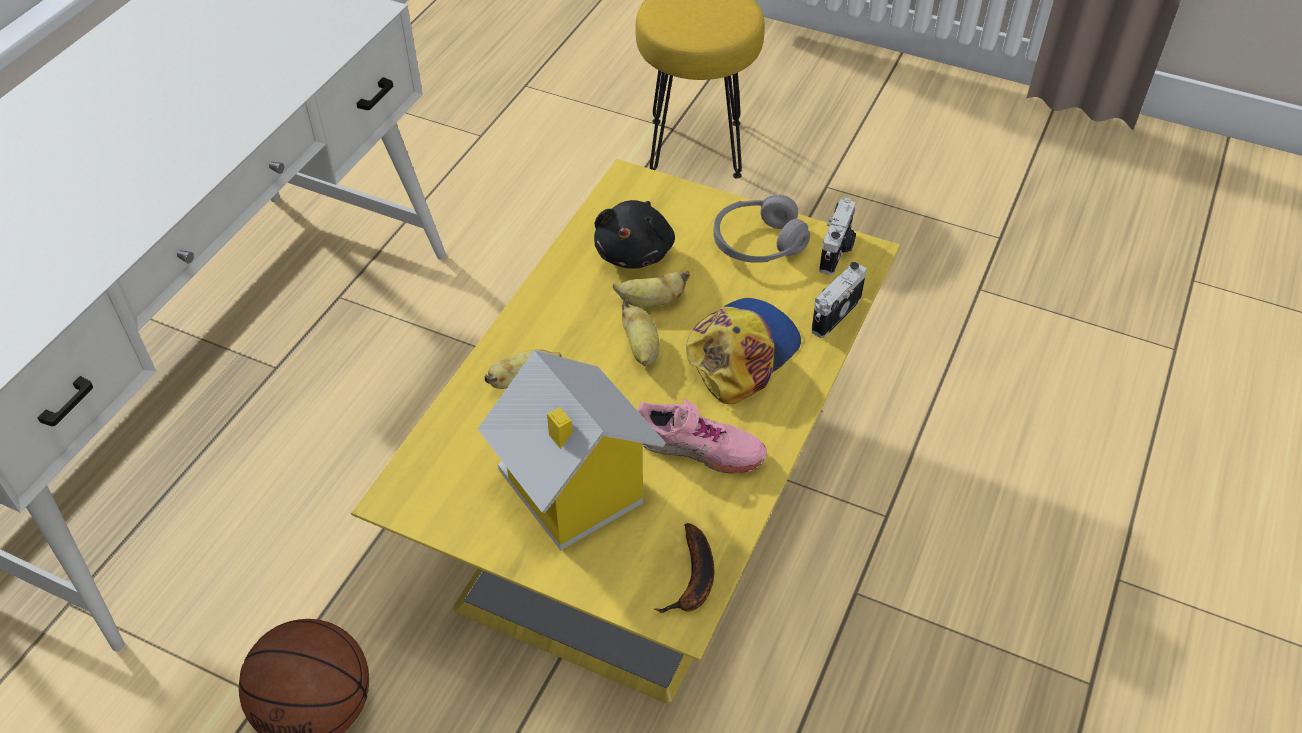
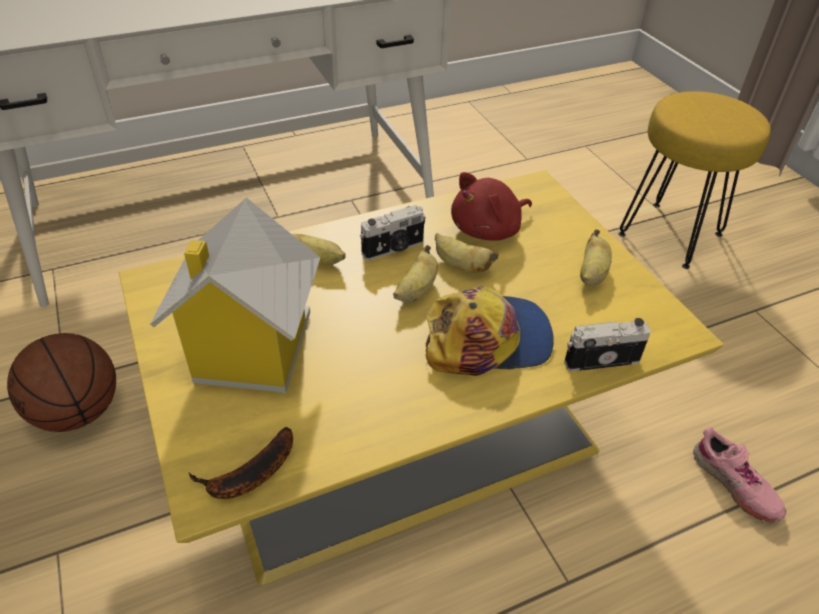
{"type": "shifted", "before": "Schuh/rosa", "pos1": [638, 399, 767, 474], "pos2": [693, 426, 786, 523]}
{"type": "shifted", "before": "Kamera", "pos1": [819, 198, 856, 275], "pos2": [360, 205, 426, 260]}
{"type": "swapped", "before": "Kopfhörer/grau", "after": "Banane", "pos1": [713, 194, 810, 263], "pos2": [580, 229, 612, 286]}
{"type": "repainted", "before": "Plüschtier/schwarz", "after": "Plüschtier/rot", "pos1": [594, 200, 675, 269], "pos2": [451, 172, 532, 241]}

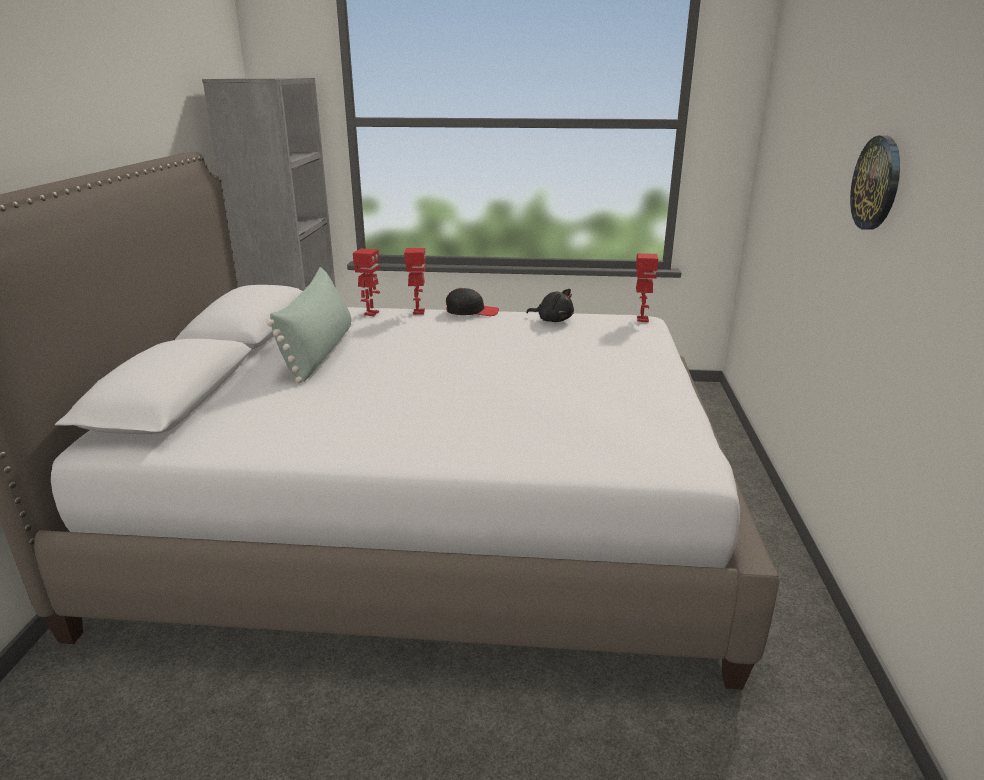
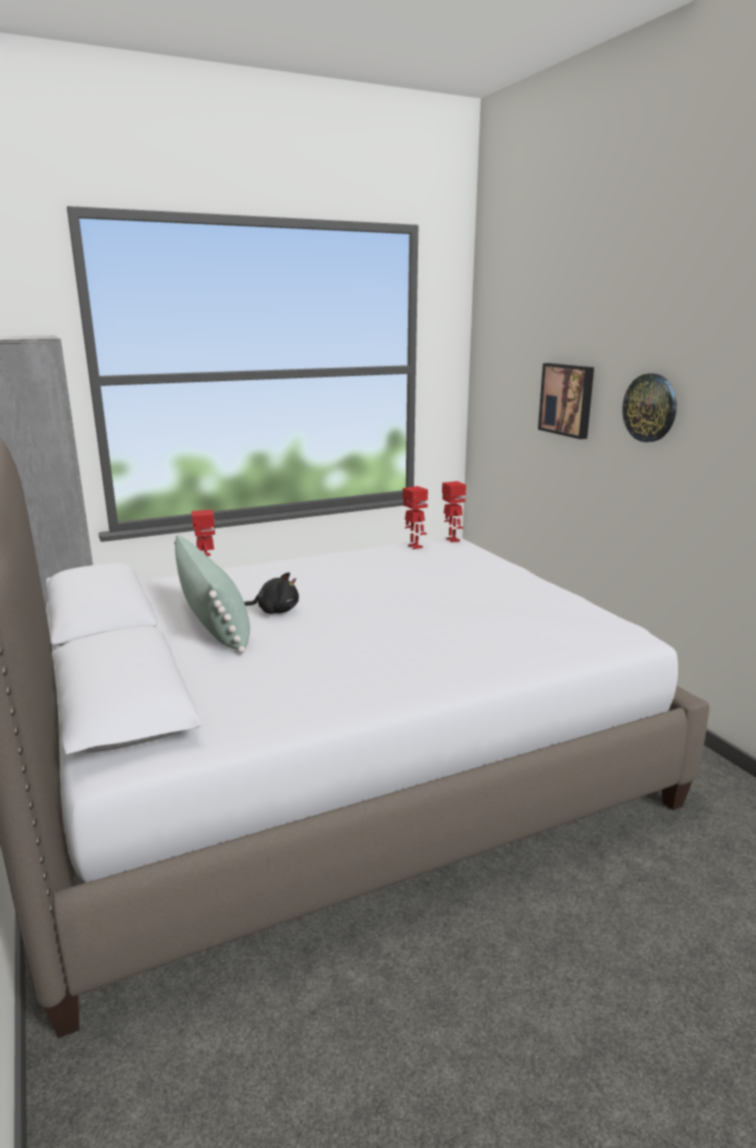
{"type": "gone", "before": "Kappe/schwarz", "pos1": [446, 288, 499, 316]}
{"type": "new", "after": "Bild", "pos2": [538, 363, 594, 439]}
{"type": "shifted", "before": "Spielzeugroboter", "pos1": [404, 248, 426, 315], "pos2": [403, 486, 428, 549]}
{"type": "shifted", "before": "Plüschtier/schwarz", "pos1": [526, 289, 574, 322], "pos2": [244, 572, 299, 614]}

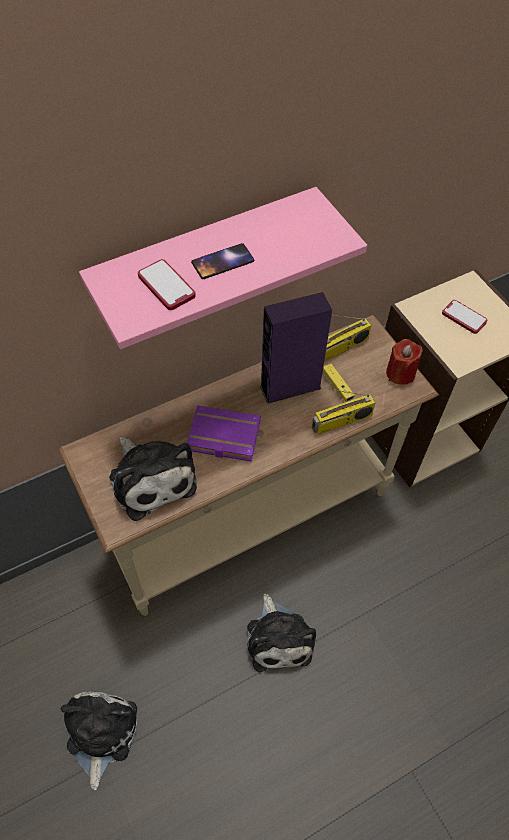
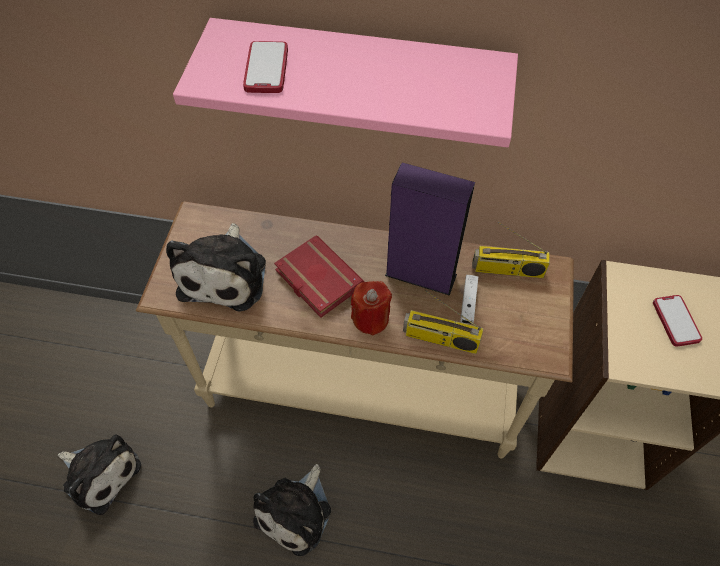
{"type": "gone", "before": "Handy", "pos1": [191, 243, 254, 279]}
{"type": "shifted", "before": "Kerze/rot", "pos1": [386, 339, 423, 385], "pos2": [351, 281, 392, 336]}
{"type": "repainted", "before": "Buch/lila", "after": "Buch/rot", "pos1": [187, 405, 261, 462], "pos2": [274, 235, 365, 318]}
{"type": "repainted", "before": "Gamepad/gelb", "after": "Gamepad/weiß", "pos1": [323, 364, 355, 401], "pos2": [460, 275, 478, 324]}
{"type": "rotated", "before": "Plüschtier", "pos1": [60, 691, 137, 790], "pos2": [58, 434, 141, 515], "turn": 75}

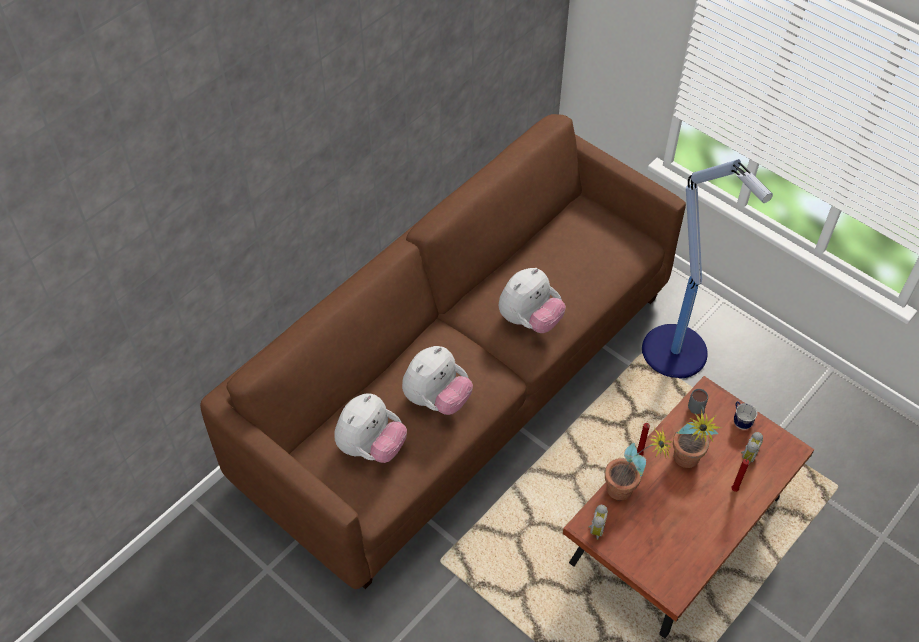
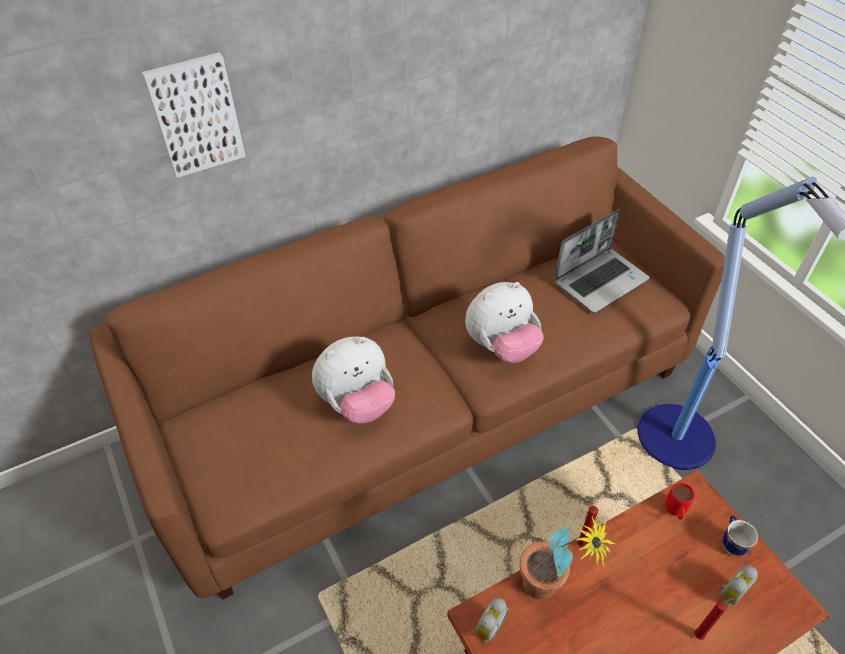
{"type": "gone", "before": "Plüschtier", "pos1": [334, 393, 407, 463]}
{"type": "gone", "before": "Topfpflanze", "pos1": [673, 409, 722, 468]}
{"type": "new", "after": "Bild", "pos2": [142, 52, 246, 178]}
{"type": "new", "after": "Laptop", "pos2": [554, 209, 650, 313]}
{"type": "repainted", "before": "Henkelbecher/grau", "after": "Henkelbecher/rot", "pos1": [688, 389, 708, 415], "pos2": [665, 483, 695, 520]}

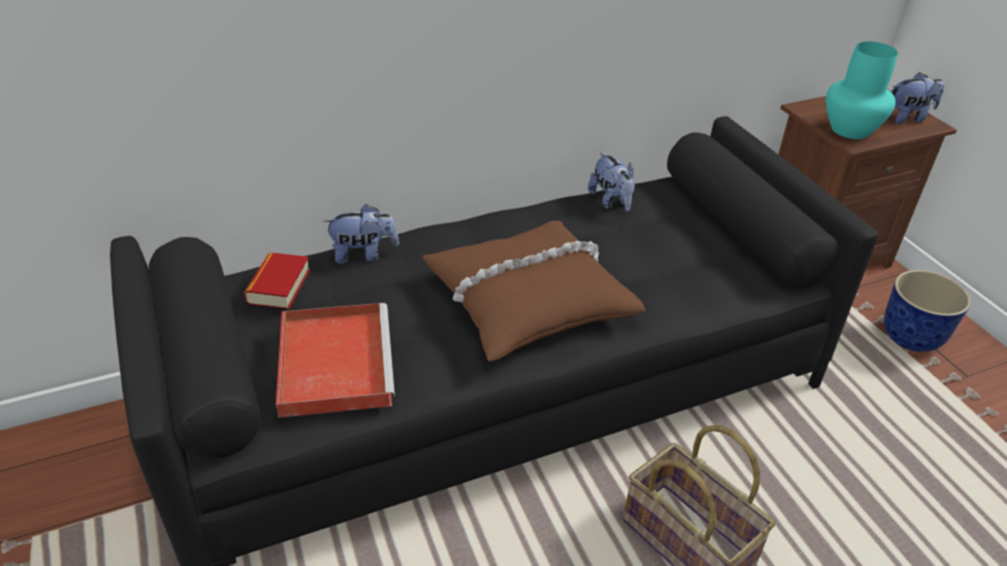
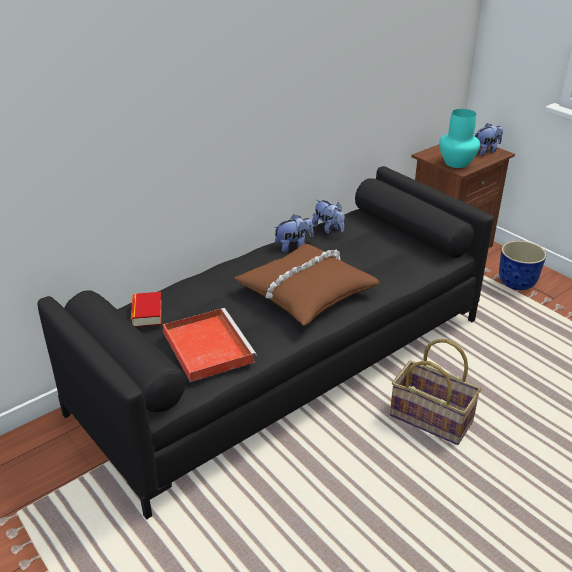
{"type": "shifted", "before": "Plüschtier", "pos1": [323, 204, 399, 264], "pos2": [274, 215, 313, 252]}

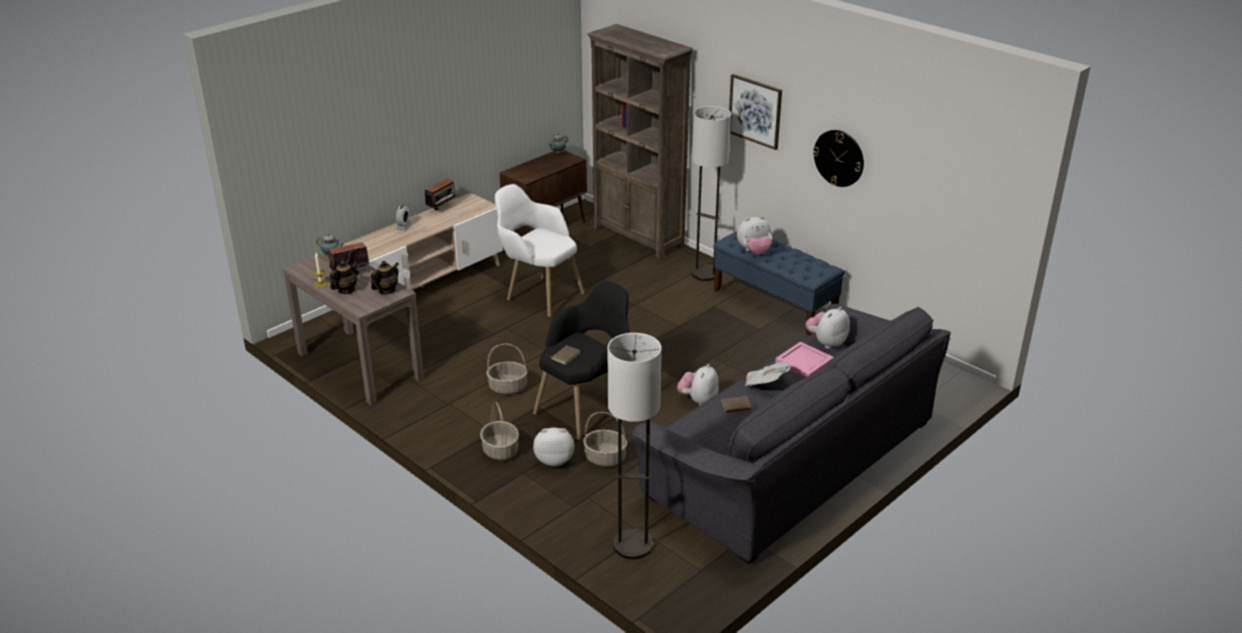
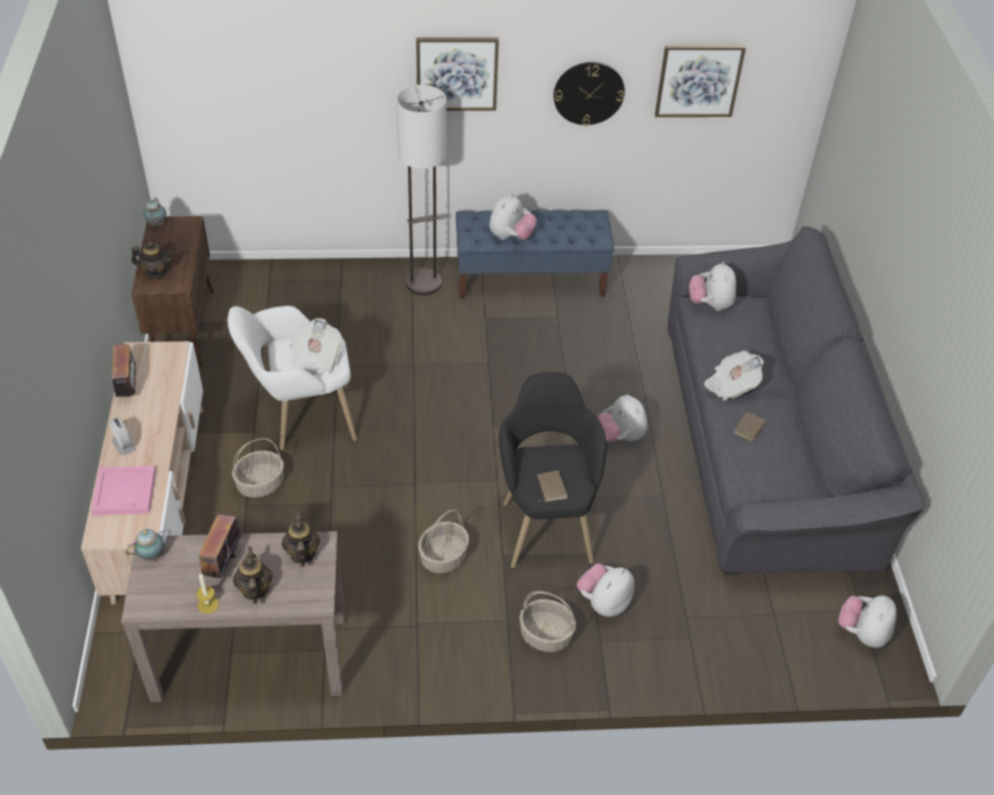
{"type": "gone", "before": "Bücherregal/braun", "pos1": [587, 24, 693, 260]}
{"type": "gone", "before": "Stehlampe", "pos1": [608, 333, 662, 559]}
{"type": "new", "after": "Teekanne", "pos2": [131, 241, 174, 279]}
{"type": "new", "after": "Zeitung", "pos2": [291, 318, 343, 376]}
{"type": "new", "after": "Bild", "pos2": [655, 46, 746, 117]}
{"type": "new", "after": "Plüschtier", "pos2": [838, 596, 897, 648]}
{"type": "shifted", "before": "Korb", "pos1": [583, 412, 627, 467], "pos2": [232, 438, 284, 498]}
{"type": "shifted", "before": "Tablett/rosa", "pos1": [775, 342, 834, 378], "pos2": [91, 465, 156, 516]}

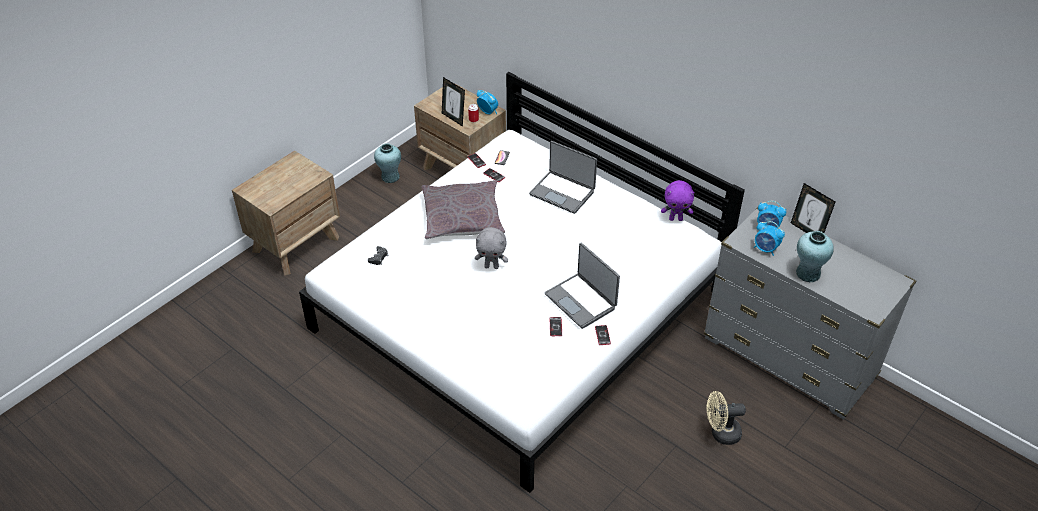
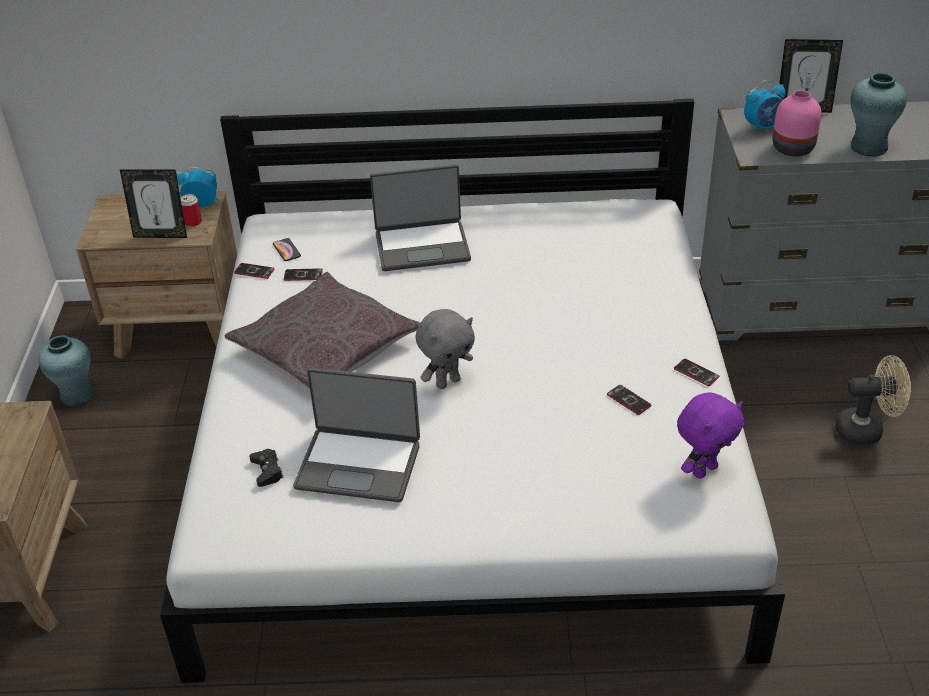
{"type": "shifted", "before": "Laptop", "pos1": [545, 243, 620, 329], "pos2": [293, 368, 420, 502]}
{"type": "shifted", "before": "Plüschtier/lila", "pos1": [661, 180, 695, 221], "pos2": [677, 392, 744, 479]}
{"type": "swapped", "before": "Wecker", "after": "Vase/rosa", "pos1": [754, 221, 785, 256], "pos2": [773, 90, 822, 156]}
{"type": "rotated", "before": "Ventilator/beige", "pos1": [707, 391, 746, 445], "pos2": [835, 355, 911, 445], "turn": -135}

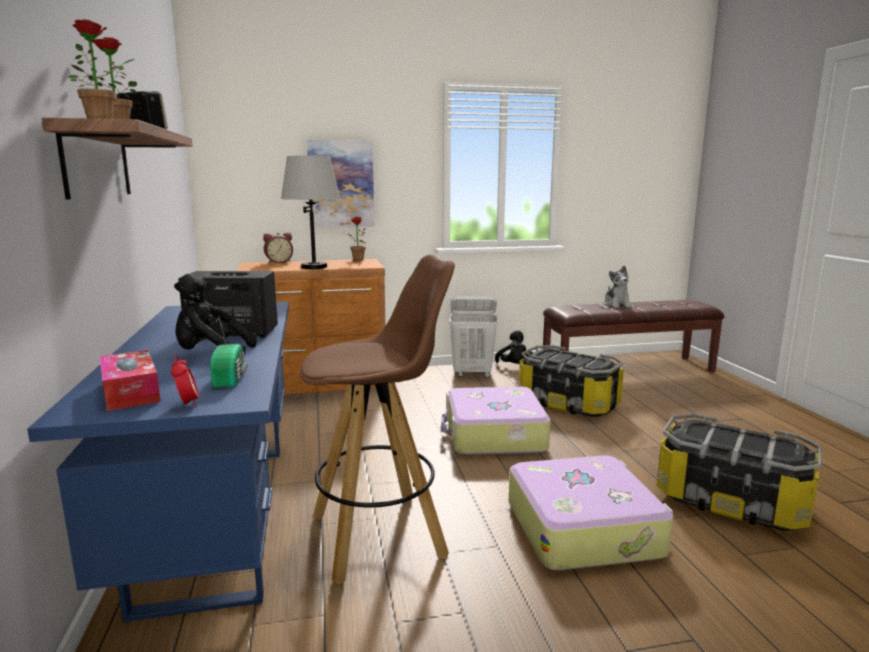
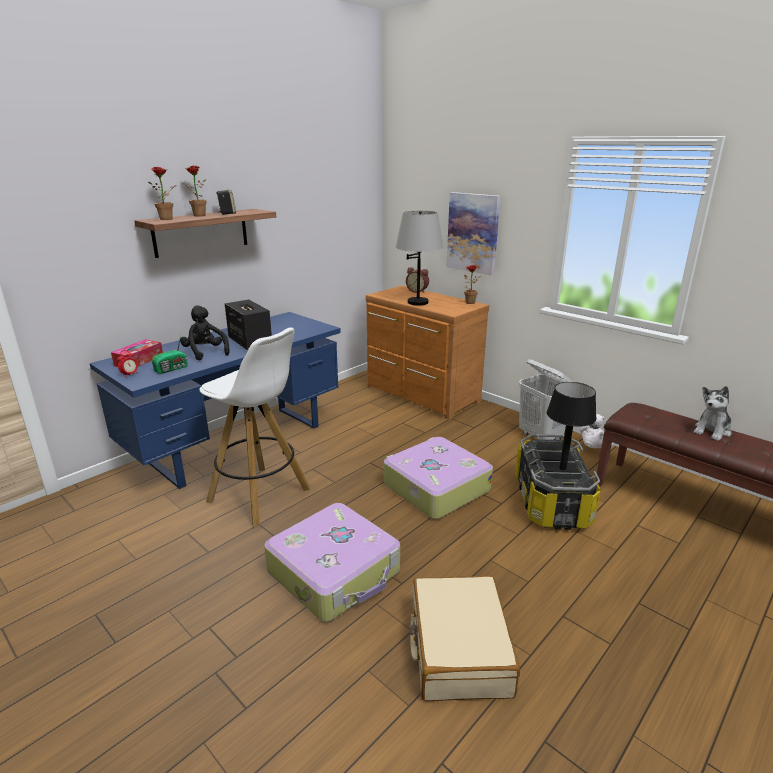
{"type": "new", "after": "Tischlampe/schwarz", "pos2": [547, 382, 596, 471]}
{"type": "swapped", "before": "Aufbewahrungsbox", "after": "Koffer/beige", "pos1": [657, 414, 822, 531], "pos2": [410, 575, 520, 701]}
{"type": "repainted", "before": "Hocker/braun", "after": "Hocker/weiß", "pos1": [300, 254, 455, 584], "pos2": [199, 328, 310, 527]}
{"type": "repainted", "before": "Plüschtier/schwarz", "after": "Plüschtier/weiß", "pos1": [495, 330, 533, 364], "pos2": [580, 413, 614, 448]}

